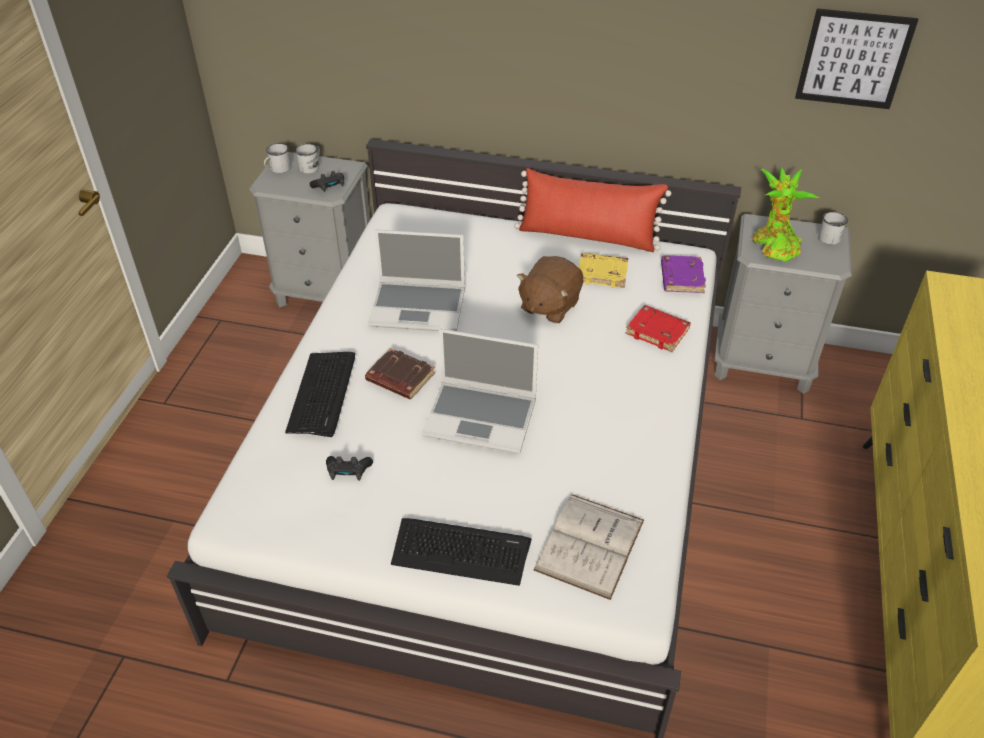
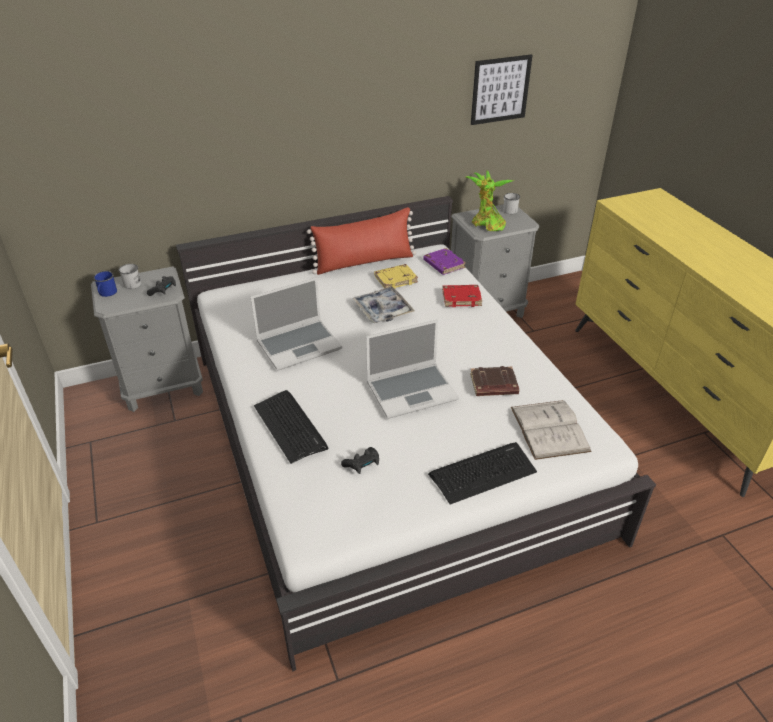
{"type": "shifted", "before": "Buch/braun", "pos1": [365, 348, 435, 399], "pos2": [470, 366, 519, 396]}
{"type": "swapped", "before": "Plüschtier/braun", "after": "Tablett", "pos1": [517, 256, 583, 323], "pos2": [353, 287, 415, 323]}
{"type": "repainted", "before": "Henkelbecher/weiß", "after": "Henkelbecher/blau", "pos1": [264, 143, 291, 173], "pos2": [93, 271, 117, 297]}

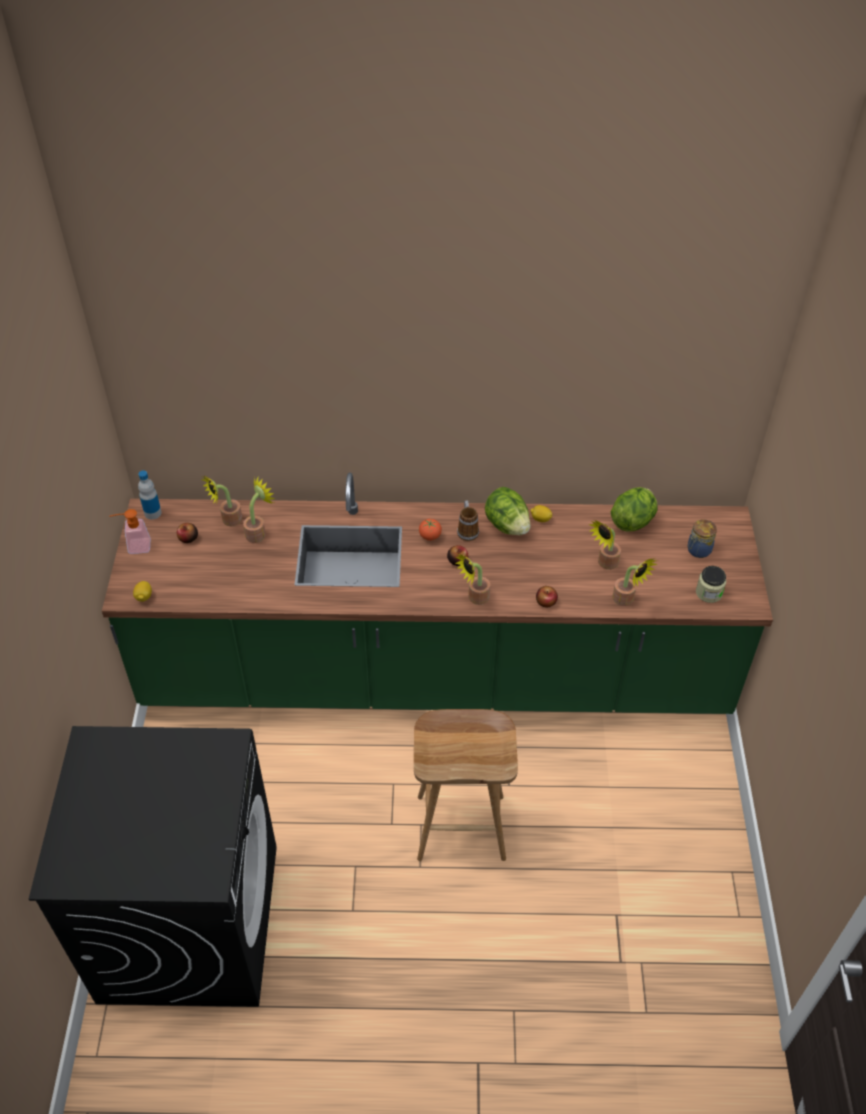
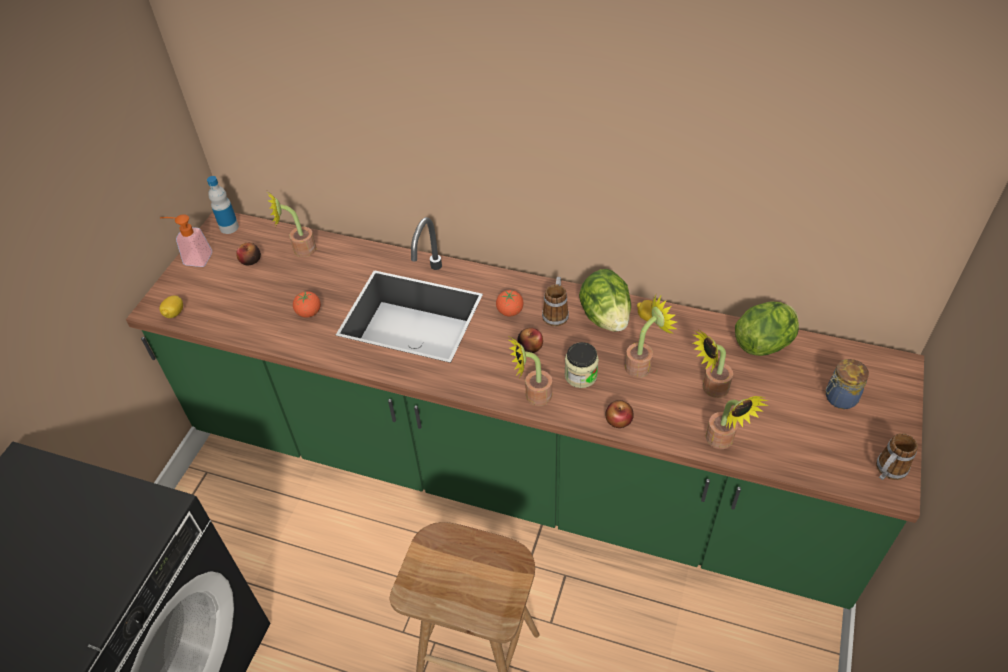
{"type": "new", "after": "Tomate", "pos2": [293, 291, 321, 318]}
{"type": "new", "after": "Henkelbecher", "pos2": [876, 433, 918, 480]}
{"type": "shifted", "before": "Topfpflanze", "pos1": [243, 475, 275, 543], "pos2": [625, 295, 677, 378]}
{"type": "shifted", "before": "Vorratsglas", "pos1": [696, 566, 726, 603], "pos2": [565, 342, 599, 388]}

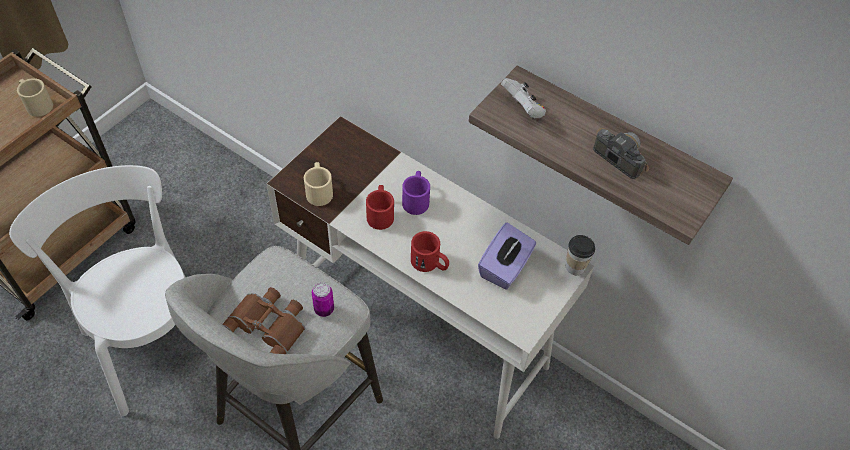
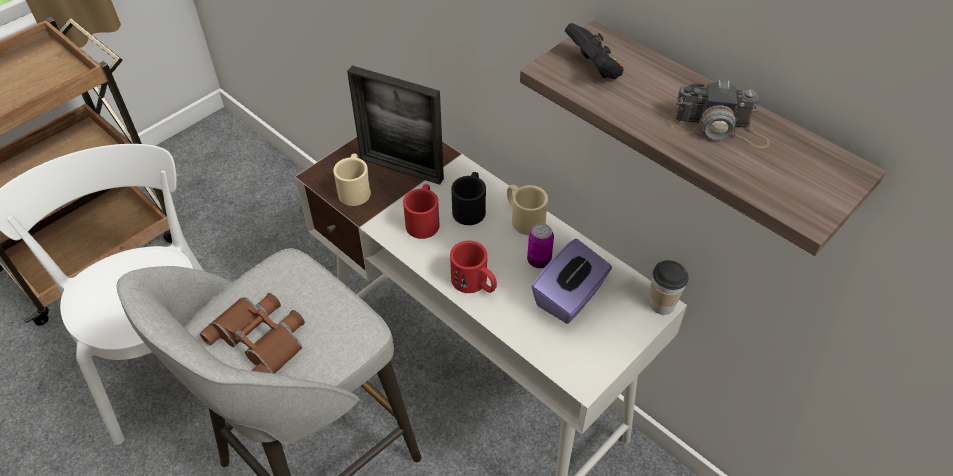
{"type": "new", "after": "Bilderrahmen", "pos2": [347, 66, 444, 185]}
{"type": "shifted", "before": "Henkelbecher/beige", "pos1": [17, 78, 53, 117], "pos2": [507, 184, 548, 235]}
{"type": "shifted", "before": "Dose", "pos1": [312, 282, 334, 317], "pos2": [527, 223, 554, 268]}
{"type": "repainted", "before": "Henkelbecher/lila", "after": "Henkelbecher/schwarz", "pos1": [402, 171, 430, 215], "pos2": [451, 172, 486, 225]}
{"type": "repainted", "before": "Gamepad/weiß", "after": "Gamepad/schwarz", "pos1": [501, 78, 546, 118], "pos2": [565, 23, 624, 79]}
{"type": "rotated", "before": "Kamera", "pos1": [593, 128, 649, 179], "pos2": [671, 80, 770, 148], "turn": 135}

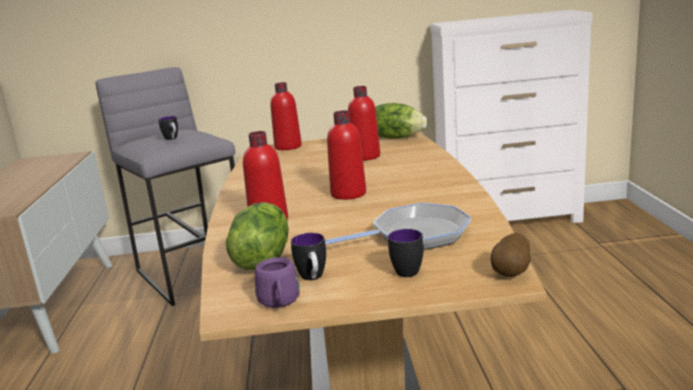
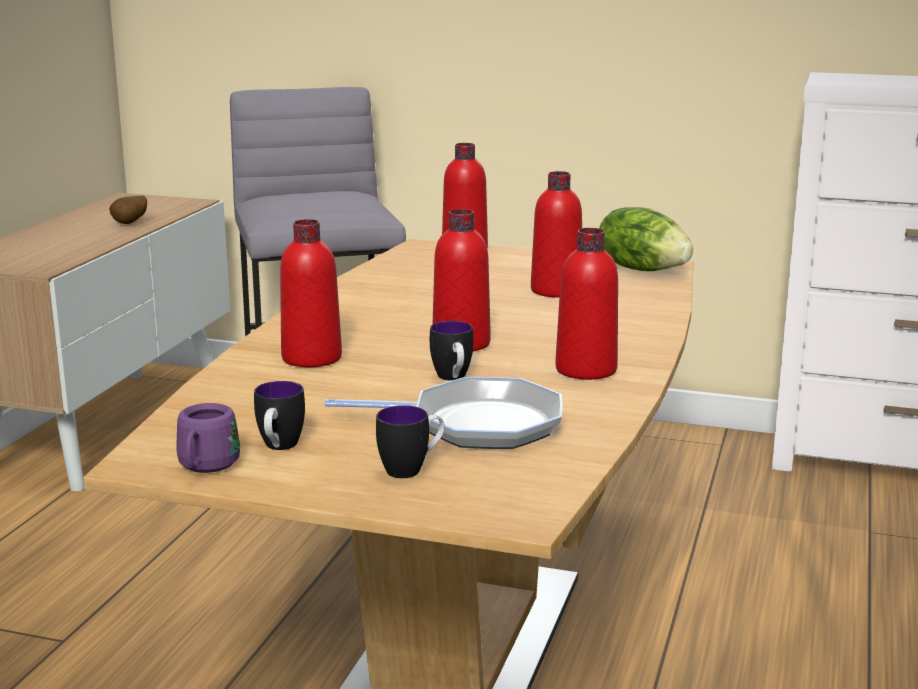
{"type": "gone", "before": "Salatkopf", "pos1": [226, 202, 289, 270]}
{"type": "new", "after": "Flasche/rot", "pos2": [555, 228, 618, 380]}
{"type": "shifted", "before": "Henkelbecher", "pos1": [159, 116, 178, 140], "pos2": [430, 321, 473, 380]}
{"type": "shifted", "before": "Kartoffel", "pos1": [491, 233, 531, 277], "pos2": [109, 196, 147, 224]}

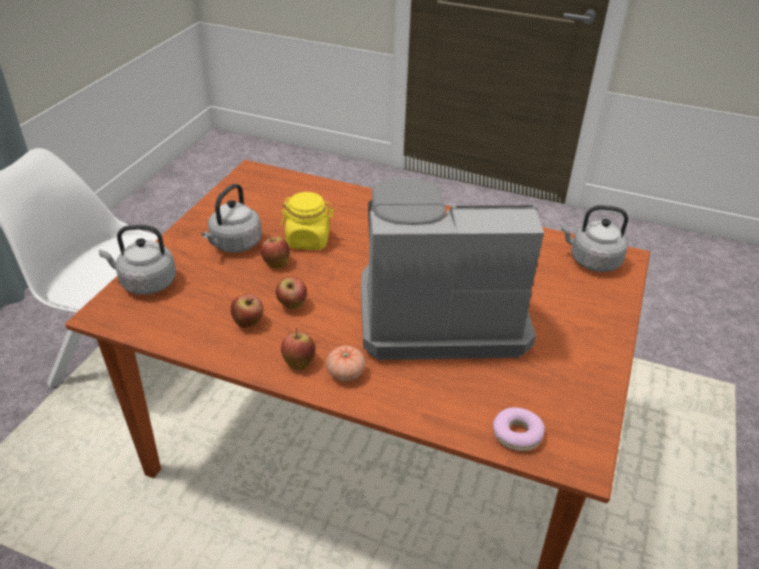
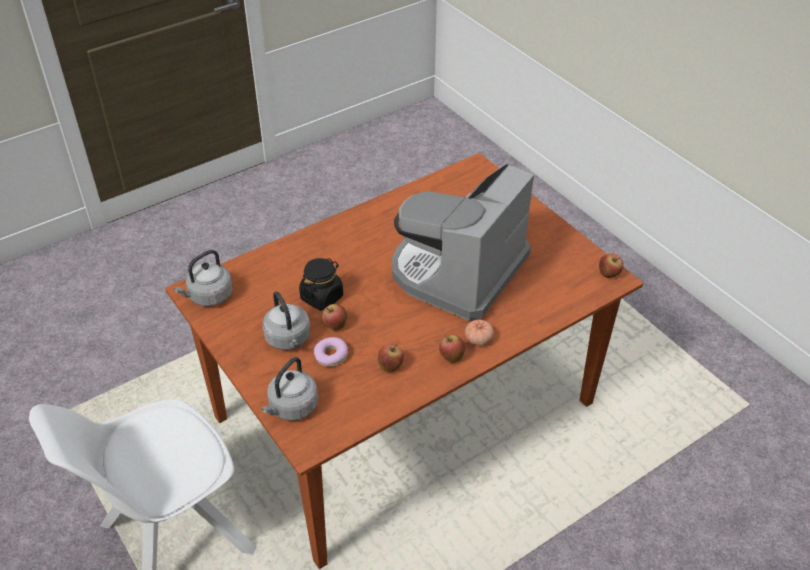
{"type": "shifted", "before": "Apfel", "pos1": [275, 276, 307, 309], "pos2": [599, 253, 623, 278]}
{"type": "shifted", "before": "Donut", "pos1": [493, 407, 545, 451], "pos2": [314, 337, 348, 367]}
{"type": "shifted", "before": "Wasserkessel/grau", "pos1": [560, 205, 628, 272], "pos2": [174, 250, 233, 307]}
{"type": "repainted", "before": "Vorratsglas/gelb", "after": "Vorratsglas/schwarz", "pos1": [281, 192, 334, 250], "pos2": [299, 258, 343, 311]}

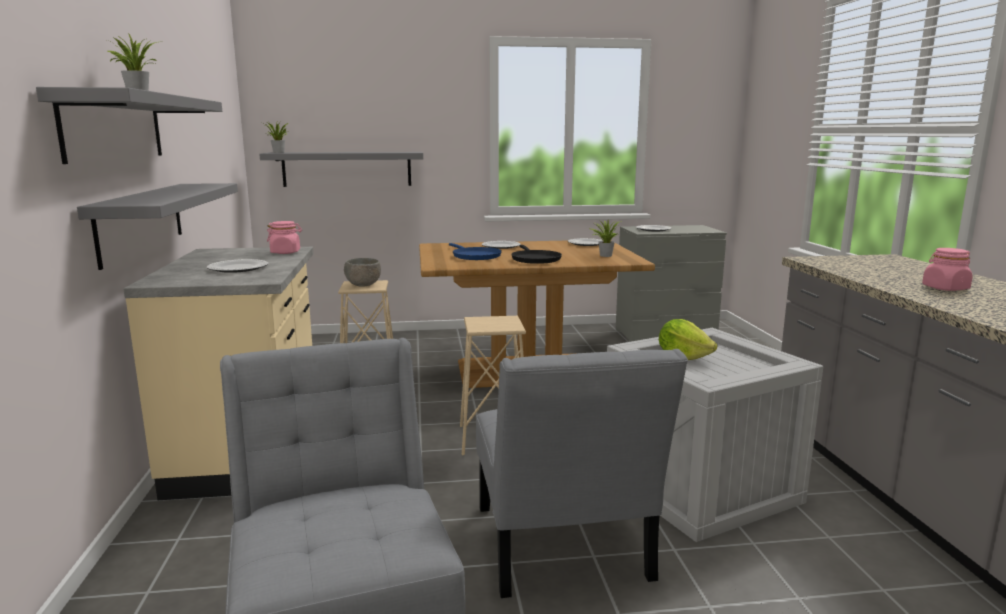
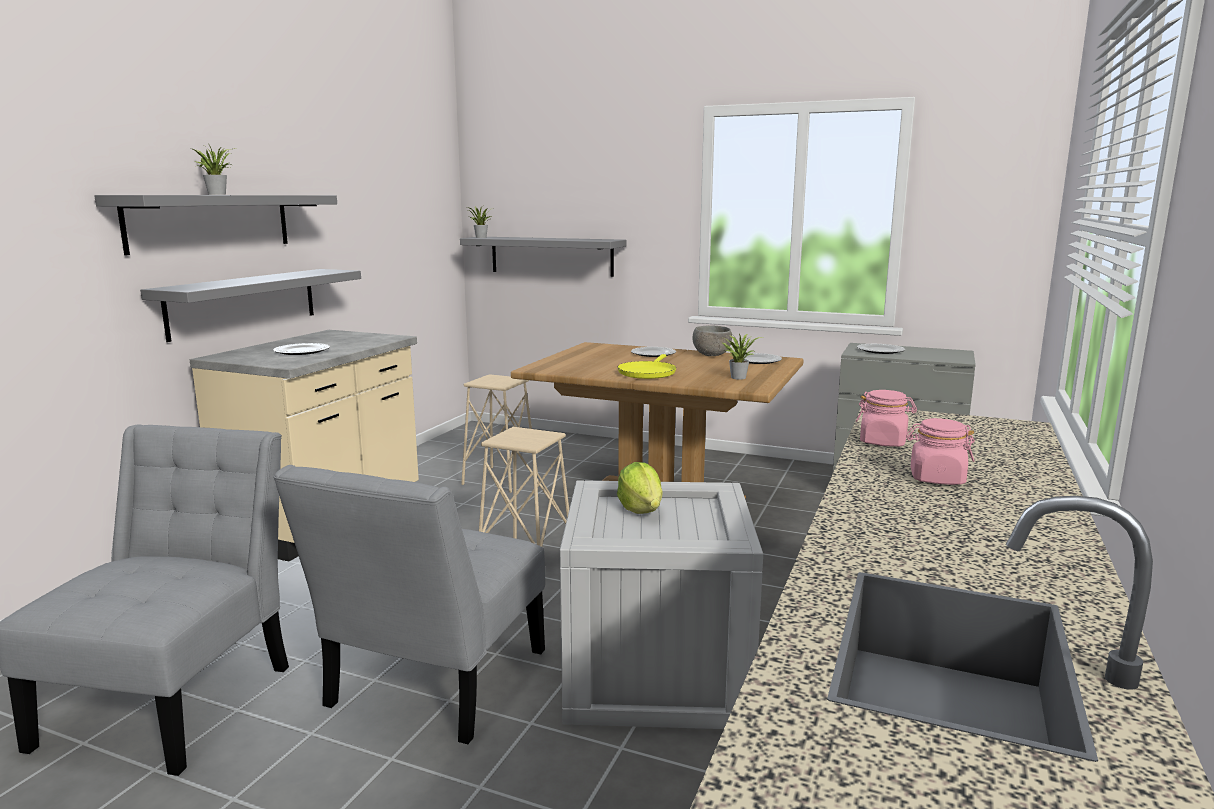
{"type": "gone", "before": "Pfanne/blau", "pos1": [449, 243, 502, 260]}
{"type": "shifted", "before": "Vorratsglas/rosa", "pos1": [267, 221, 302, 254], "pos2": [856, 390, 917, 447]}
{"type": "shifted", "before": "Schüssel/grau", "pos1": [344, 258, 381, 287], "pos2": [693, 326, 732, 356]}
{"type": "repainted", "before": "Pfanne/schwarz", "after": "Pfanne/gelb", "pos1": [511, 245, 562, 264], "pos2": [617, 354, 676, 379]}

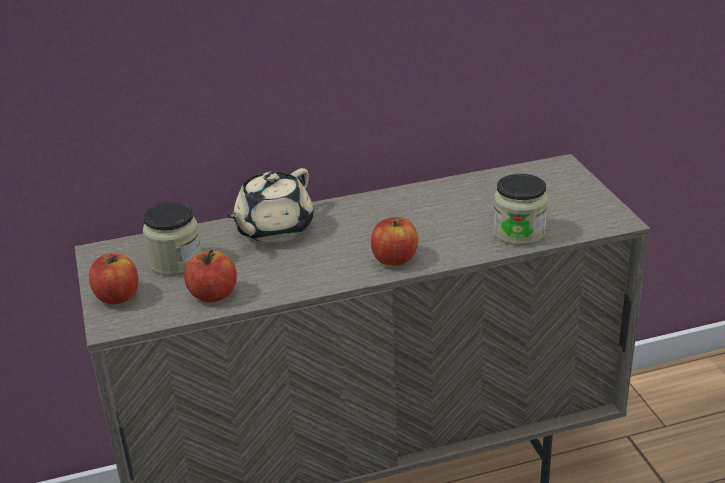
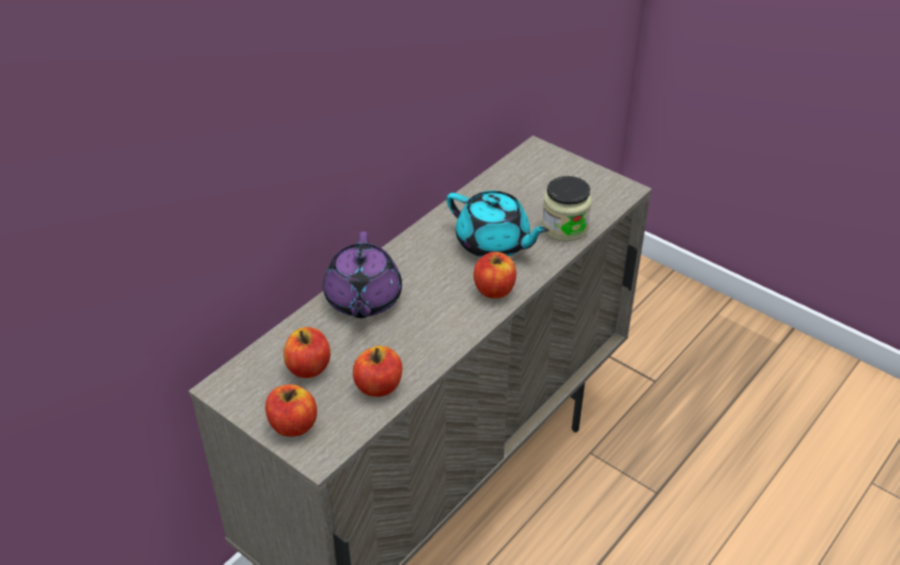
{"type": "new", "after": "Teekanne/türkis", "pos2": [446, 191, 549, 257]}
{"type": "swapped", "before": "Vorratsglas", "after": "Apfel", "pos1": [143, 202, 201, 276], "pos2": [283, 327, 330, 378]}
{"type": "repainted", "before": "Teekanne/beige", "after": "Teekanne/lila", "pos1": [227, 168, 314, 243], "pos2": [323, 232, 402, 318]}

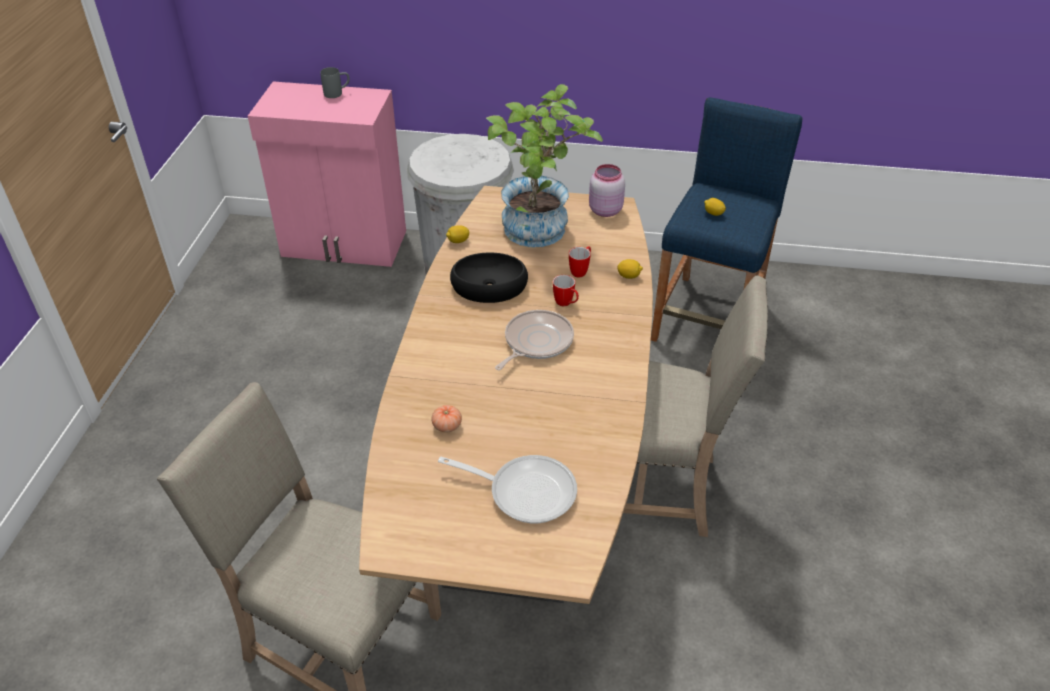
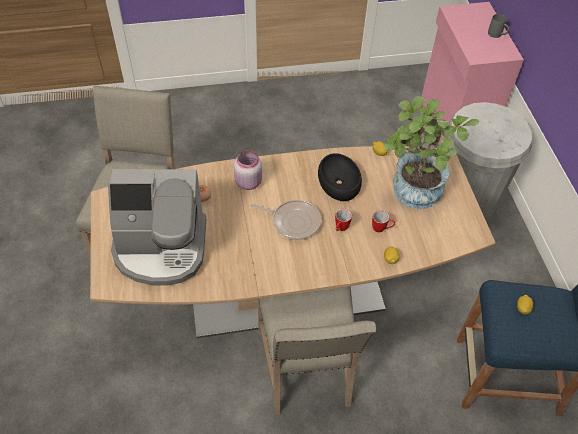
{"type": "shifted", "before": "Vorratsglas/rosa", "pos1": [589, 164, 625, 217], "pos2": [234, 151, 262, 190]}
{"type": "swapped", "before": "Pfanne", "after": "Kaffeemaschine", "pos1": [438, 455, 577, 523], "pos2": [108, 169, 206, 286]}

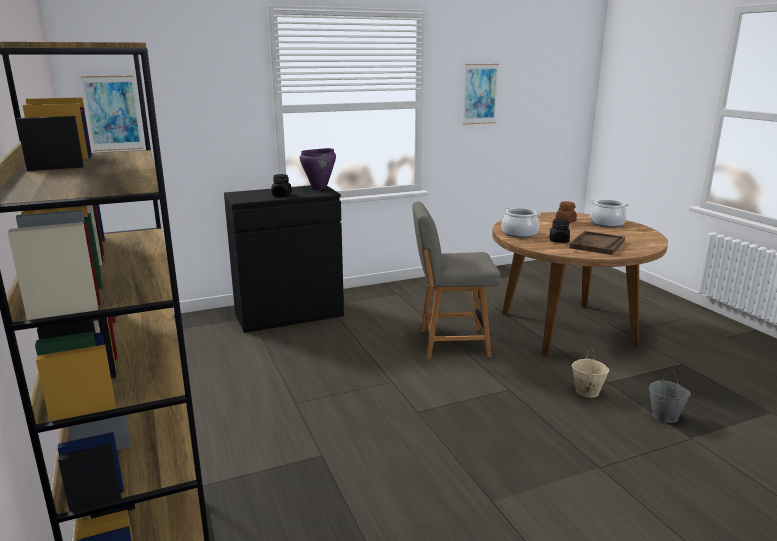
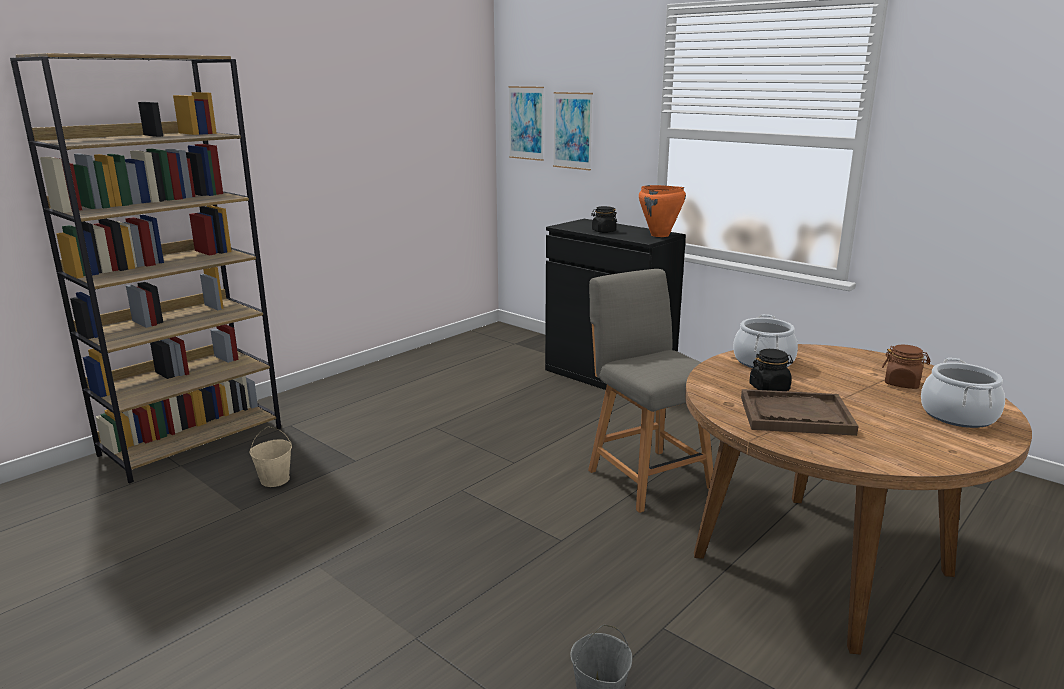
{"type": "shifted", "before": "Bild", "pos1": [462, 64, 499, 125], "pos2": [553, 92, 593, 170]}
{"type": "shifted", "before": "Eimer/beige", "pos1": [572, 349, 609, 398], "pos2": [250, 426, 292, 487]}
{"type": "repainted", "before": "Kochtopf/lila", "after": "Kochtopf/orange", "pos1": [300, 148, 336, 190], "pos2": [639, 185, 686, 237]}

